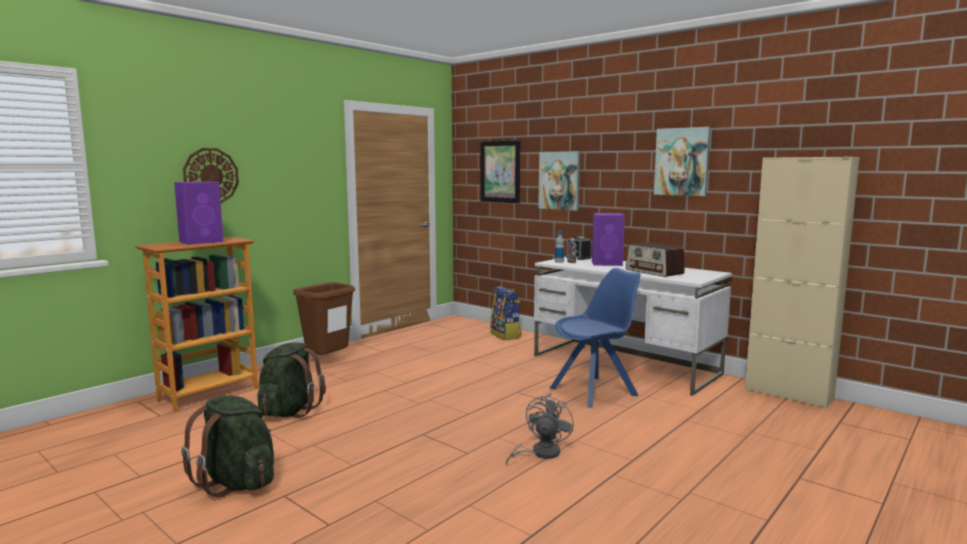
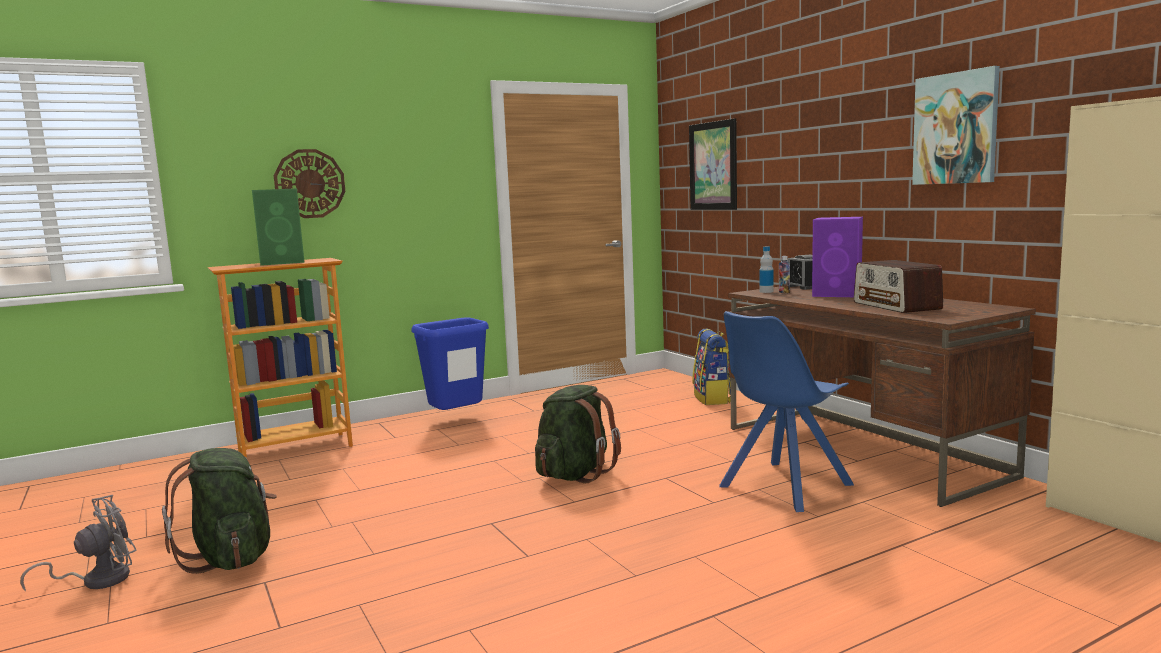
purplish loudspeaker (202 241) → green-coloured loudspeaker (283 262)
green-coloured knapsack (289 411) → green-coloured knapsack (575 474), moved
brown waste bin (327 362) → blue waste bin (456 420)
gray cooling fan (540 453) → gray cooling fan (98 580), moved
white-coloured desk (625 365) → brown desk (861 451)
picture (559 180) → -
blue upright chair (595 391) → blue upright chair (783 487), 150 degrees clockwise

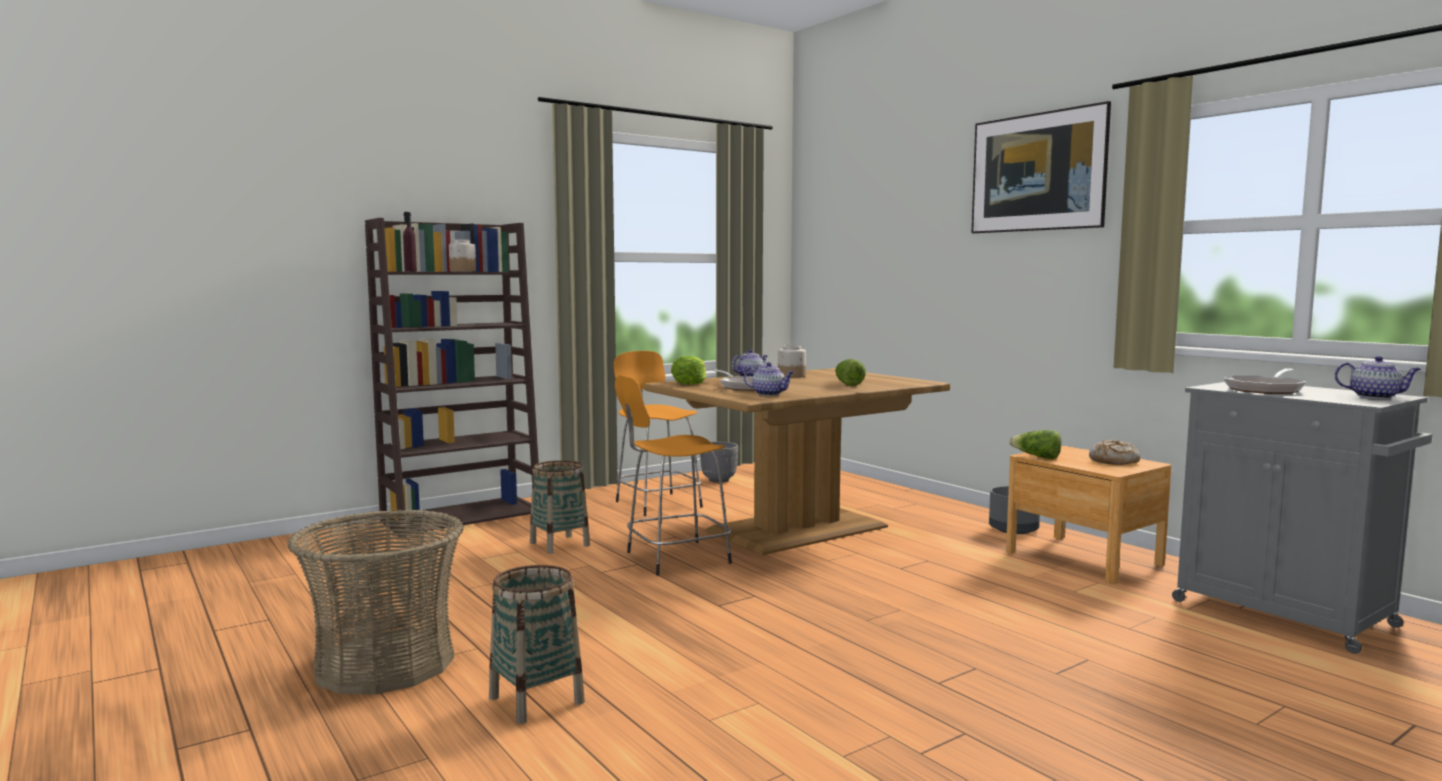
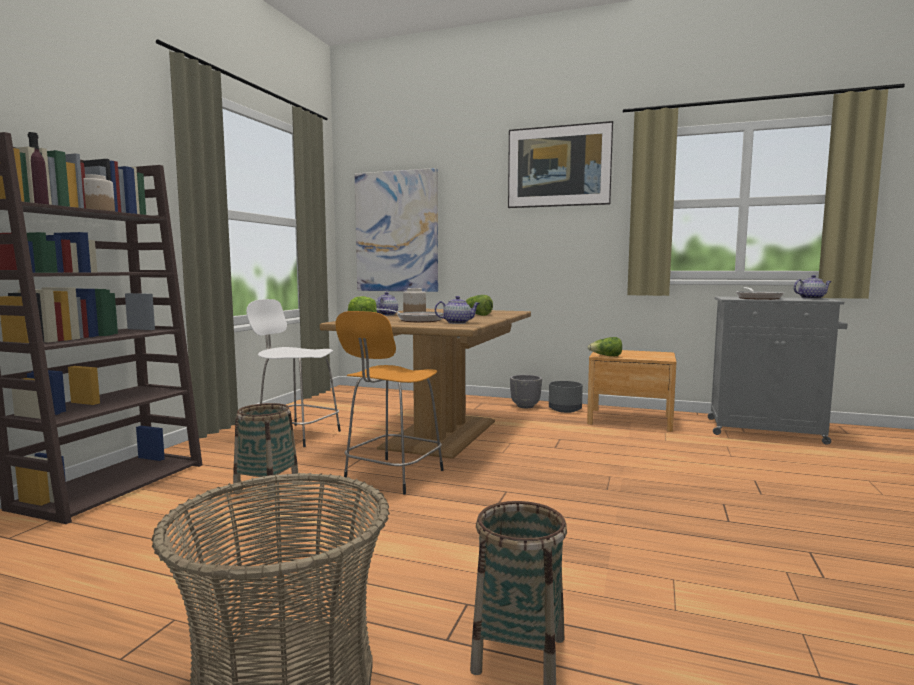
orange stool seat (657 503) → white-coloured stool seat (297 435)
gray flower pot (719 480) → gray flower pot (525 406), moved
bakery bread (1113 461) → -
- → picture (396 232)

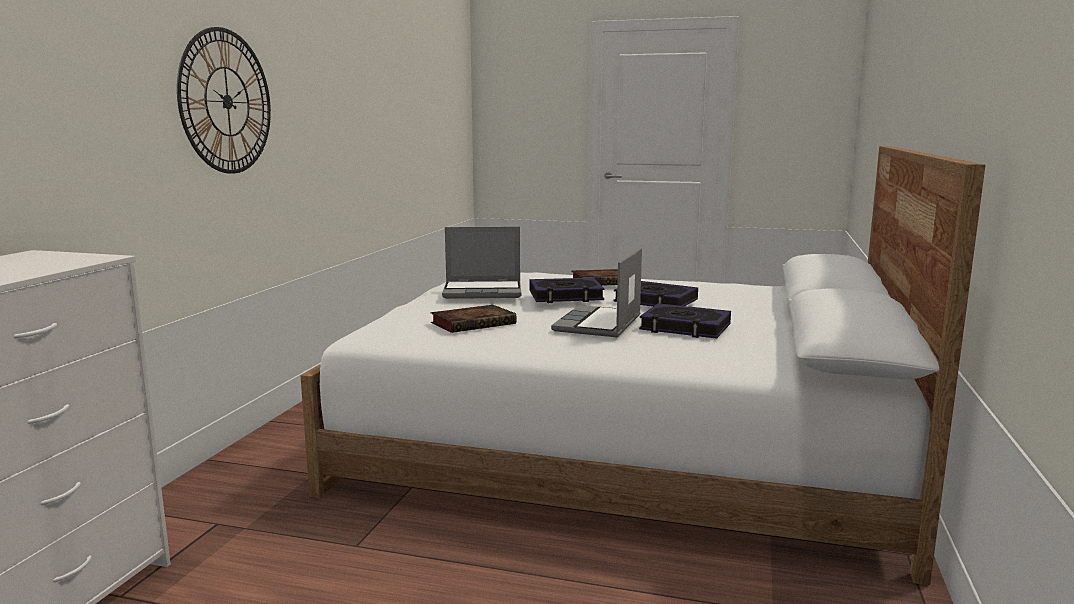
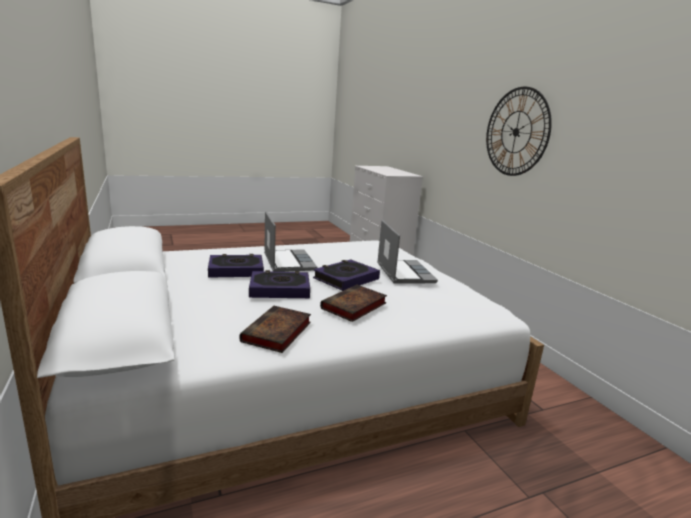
book (474 323) → book (276 333), moved
laptop (483 291) → laptop (403 273), 120 degrees clockwise

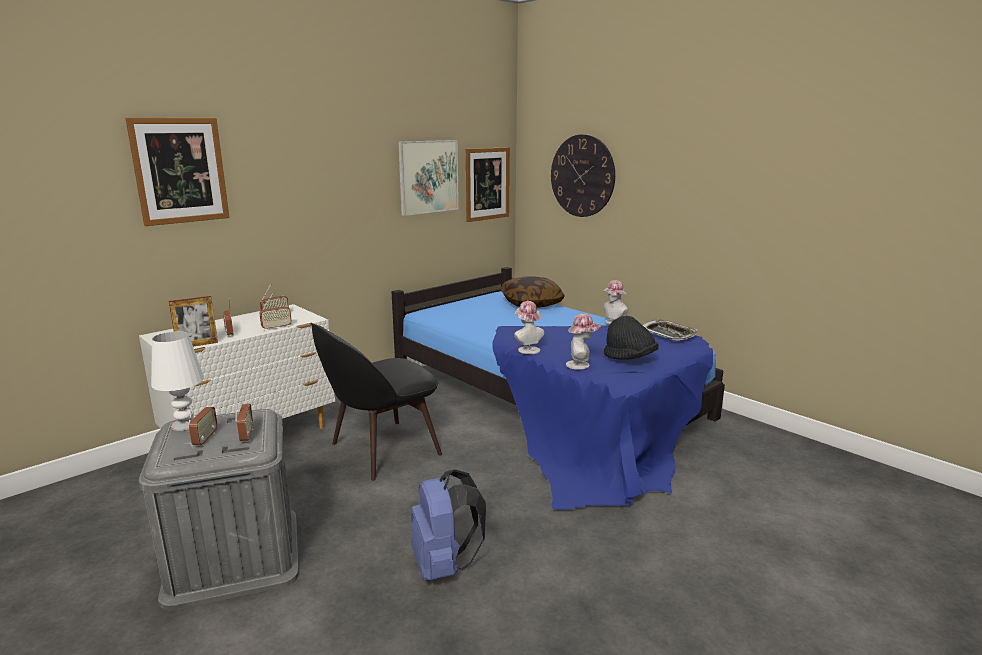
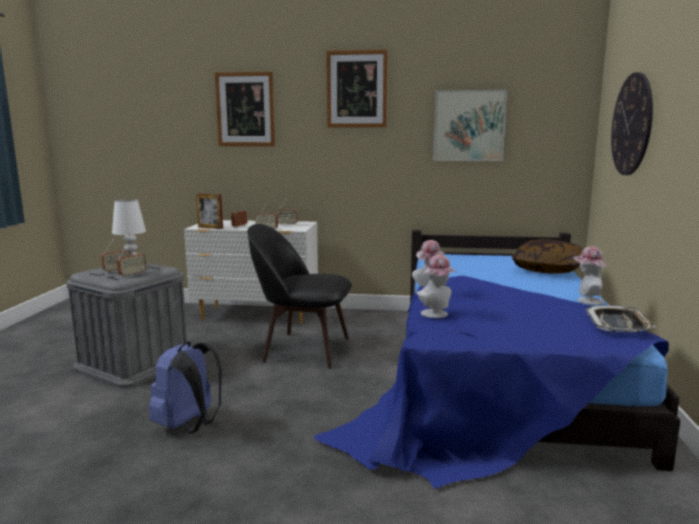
picture (487 184) → picture (356 89), moved
black clothing hat (630 359) → -

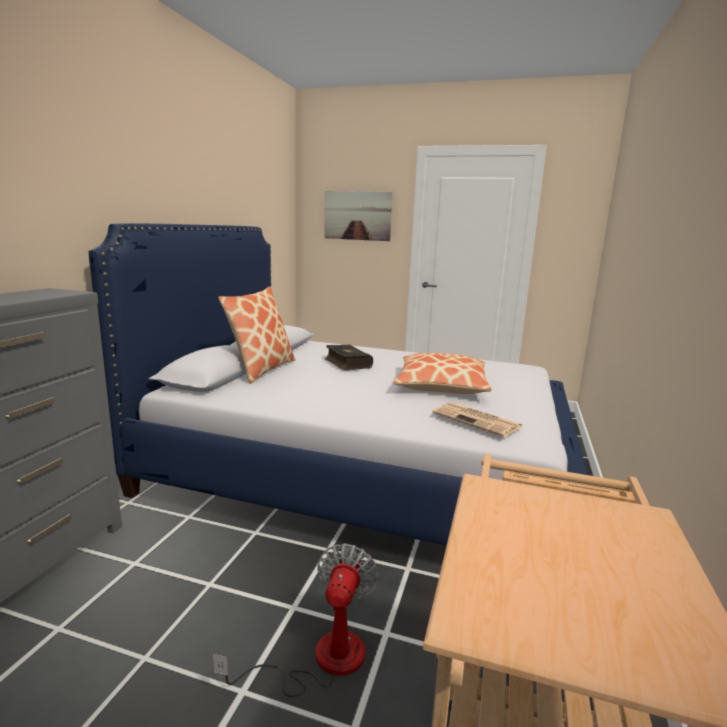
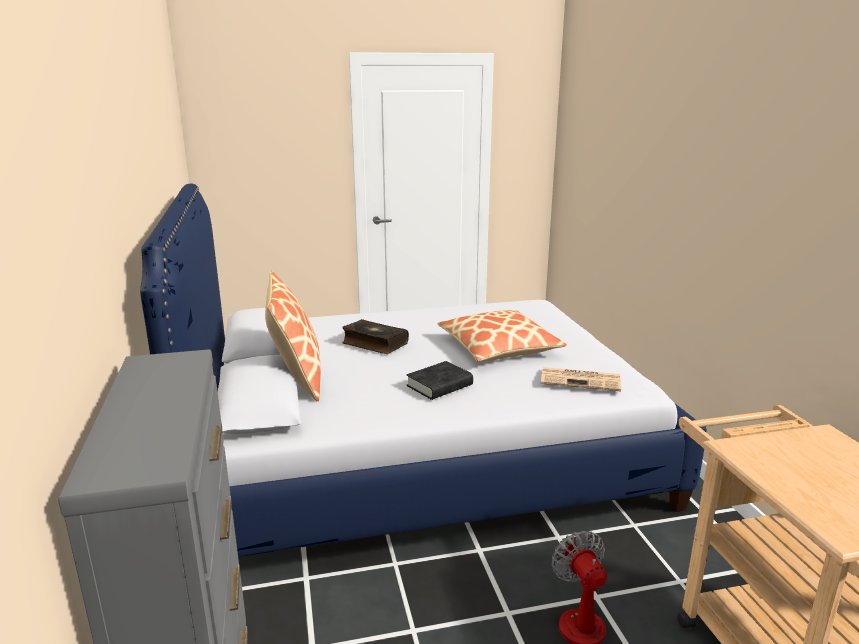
picture (357 215) → -
- → black book (439 385)

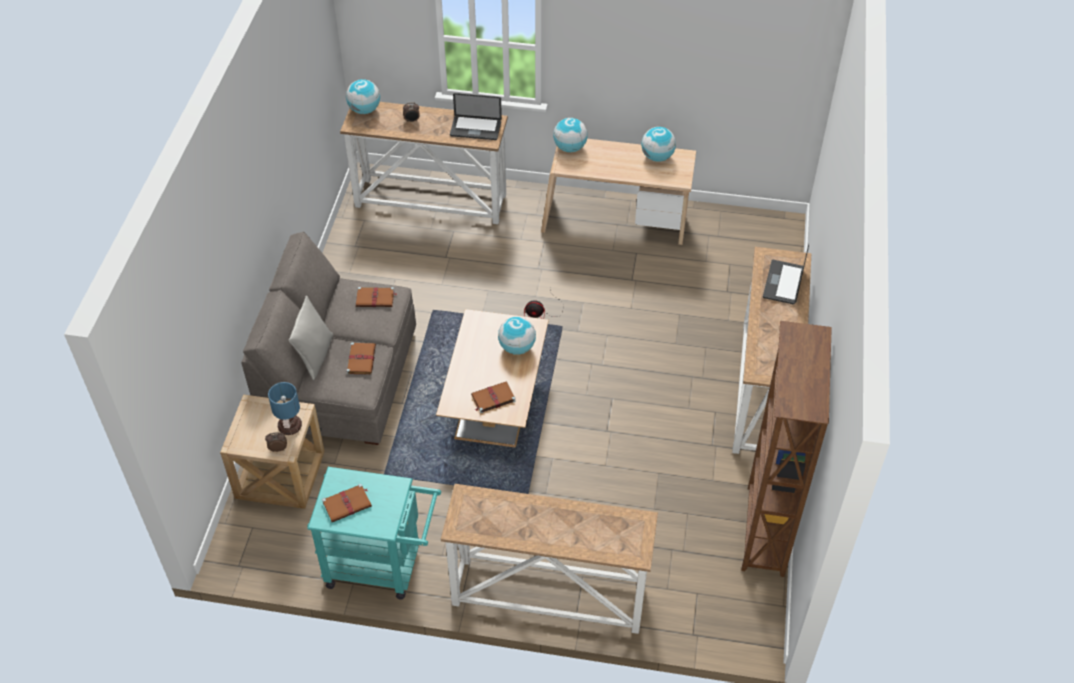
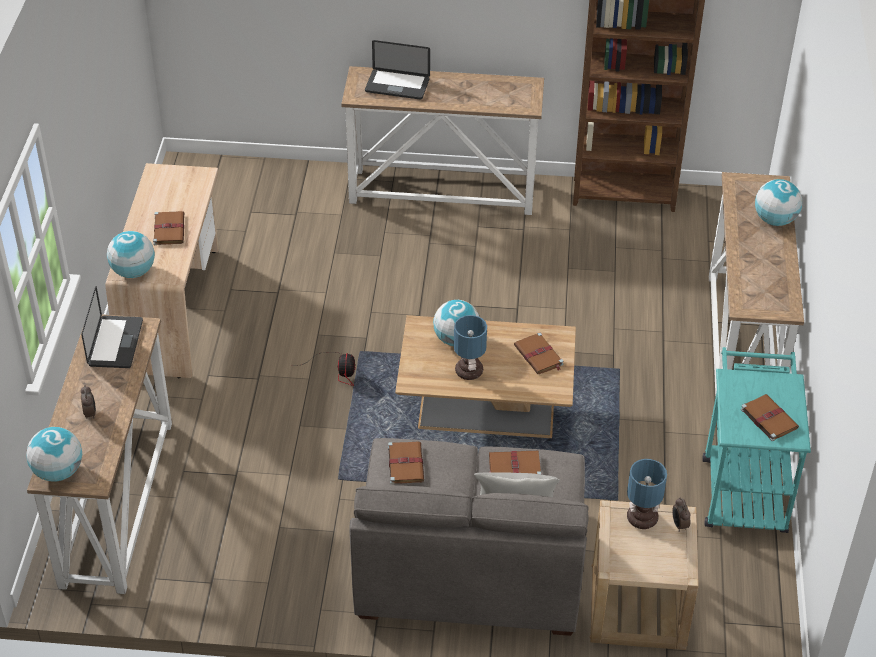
globe (657 157) → globe (774 220), moved
- → brown book (169 229)
- → tabletop lamp (470 372)

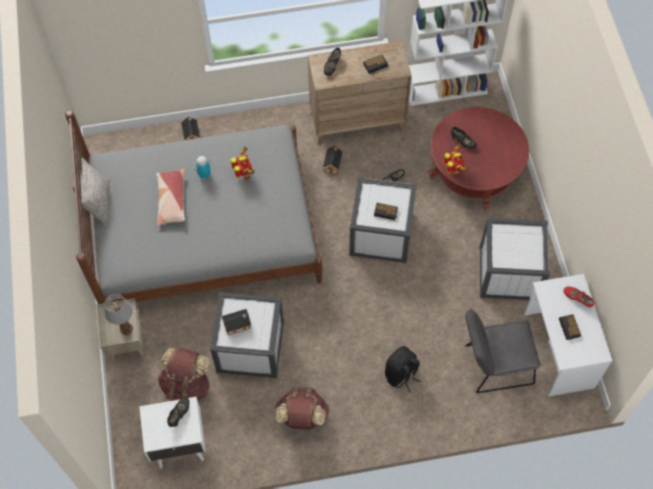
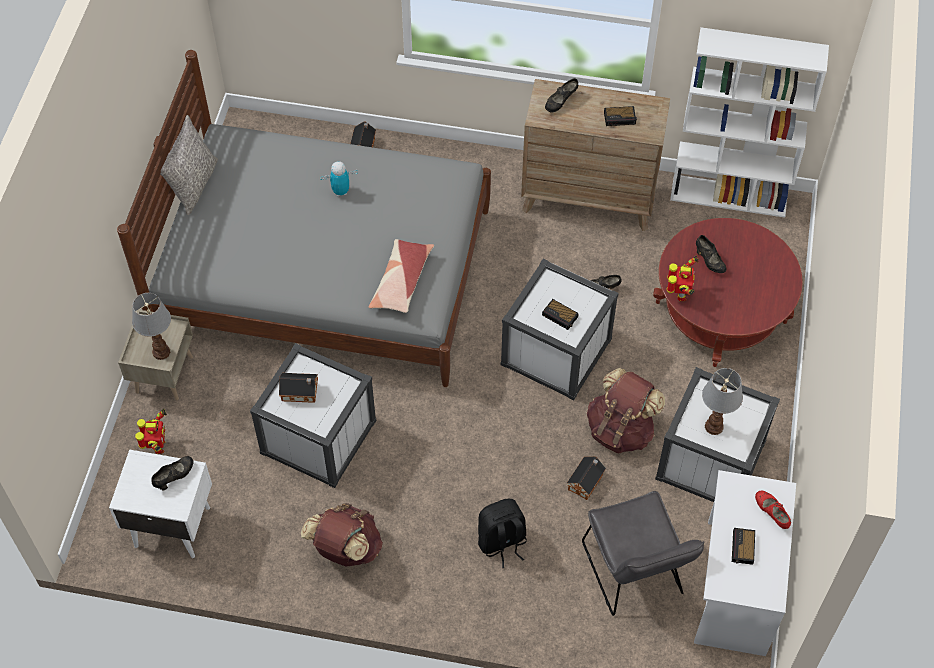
pillow (171 200) → pillow (401 282), moved
brown knapsack (187 385) → brown knapsack (621 429), moved
toy robot (245 175) → toy robot (158 447), moved
model house (333 163) → model house (586 481), moved
gray upright chair (493 365) → gray upright chair (634 574), 120 degrees counterclockwise
- → tabletop lamp (714 427)

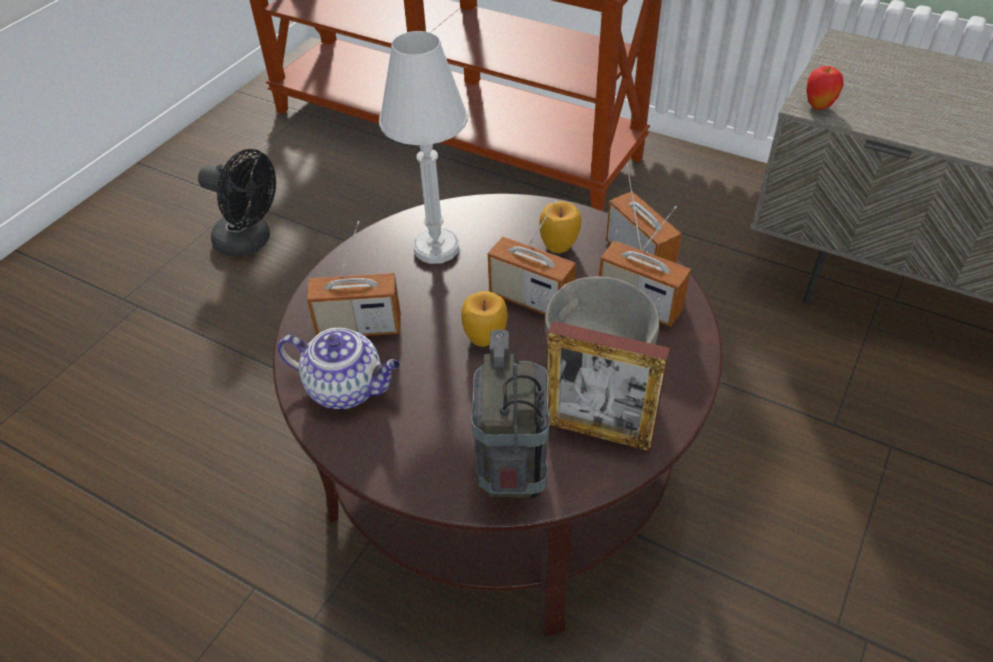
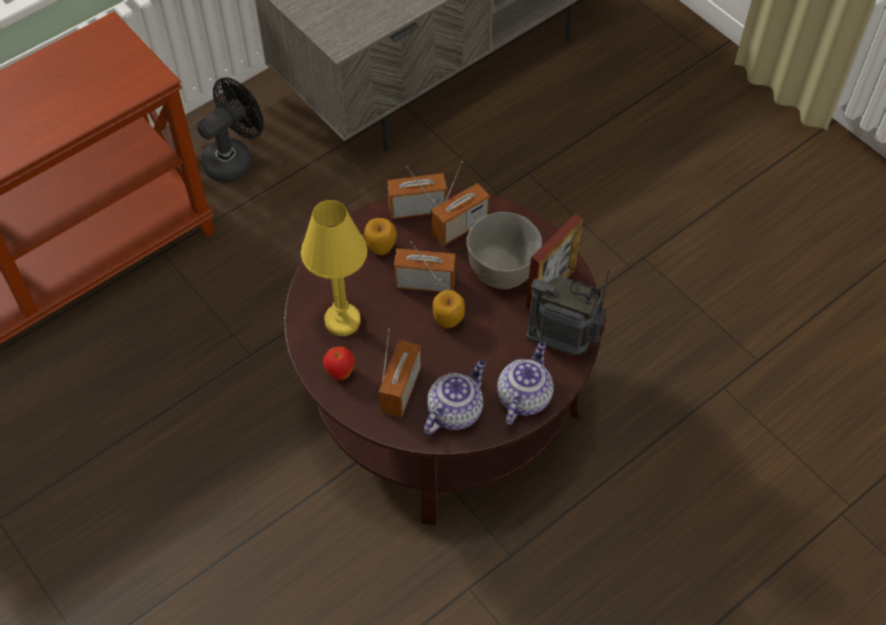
black cooling fan (251 242) → black cooling fan (235 159), moved
white-coloured tabletop lamp (436 248) → yellow-coloured tabletop lamp (342 321)
radio set (530 300) → radio set (425 283), 135 degrees counterclockwise
whole apple (818 106) → whole apple (340 373), moved
- → tea pot (524 396)

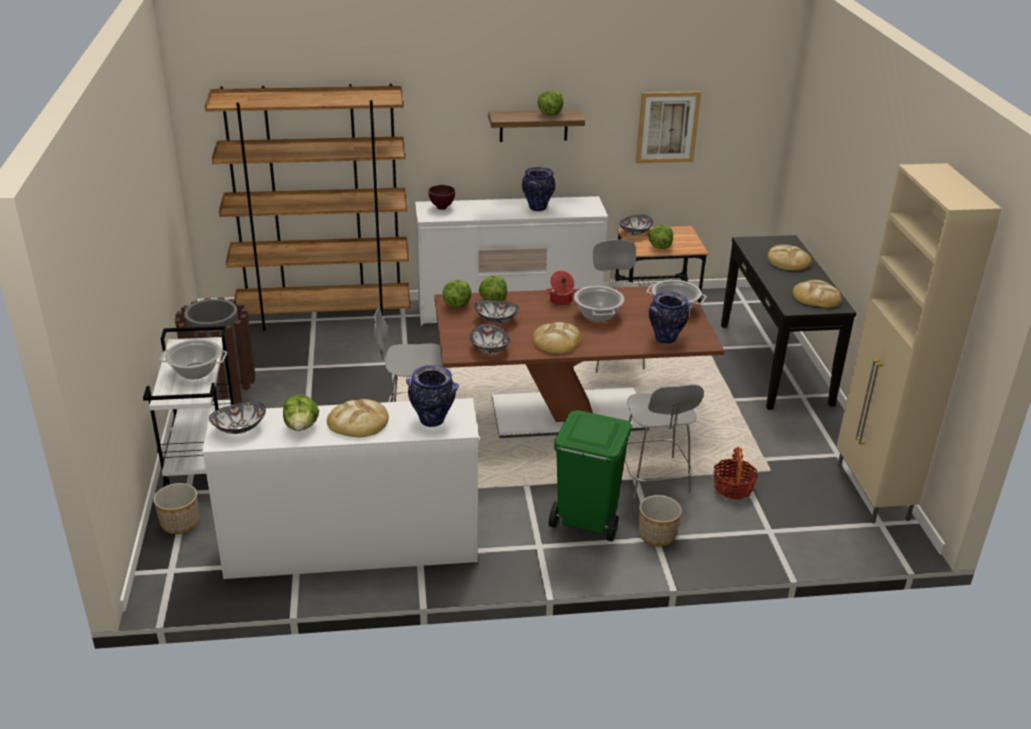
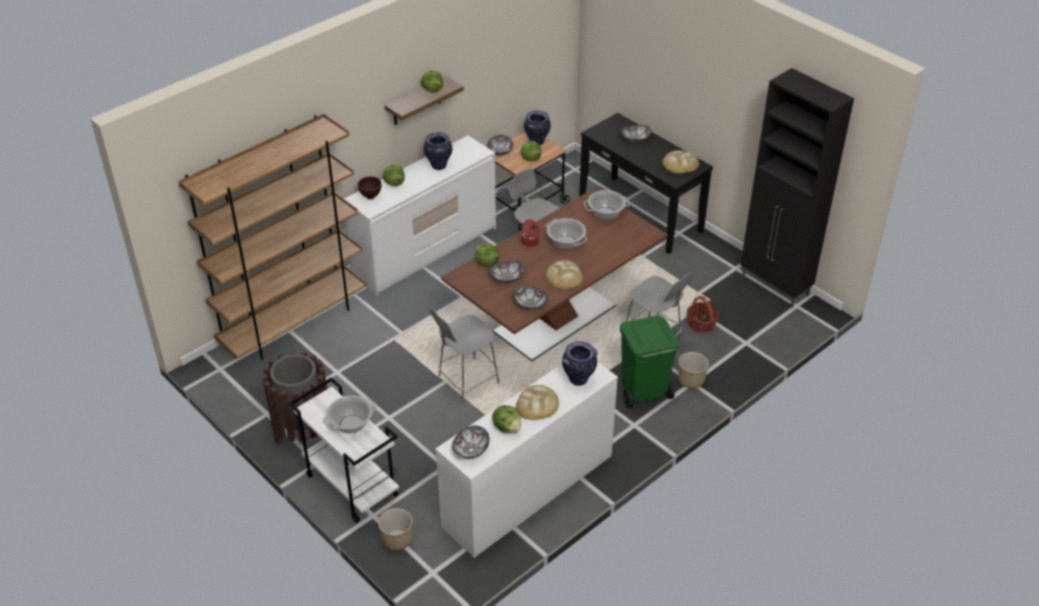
lettuce (457 305) → lettuce (394 183), moved
picture (667 127) → -
vase (666 339) → vase (537 142), moved
bakery bread (788 261) → bowl (635 139)
beige storage cabinet (871 493) → black storage cabinet (775 287)

